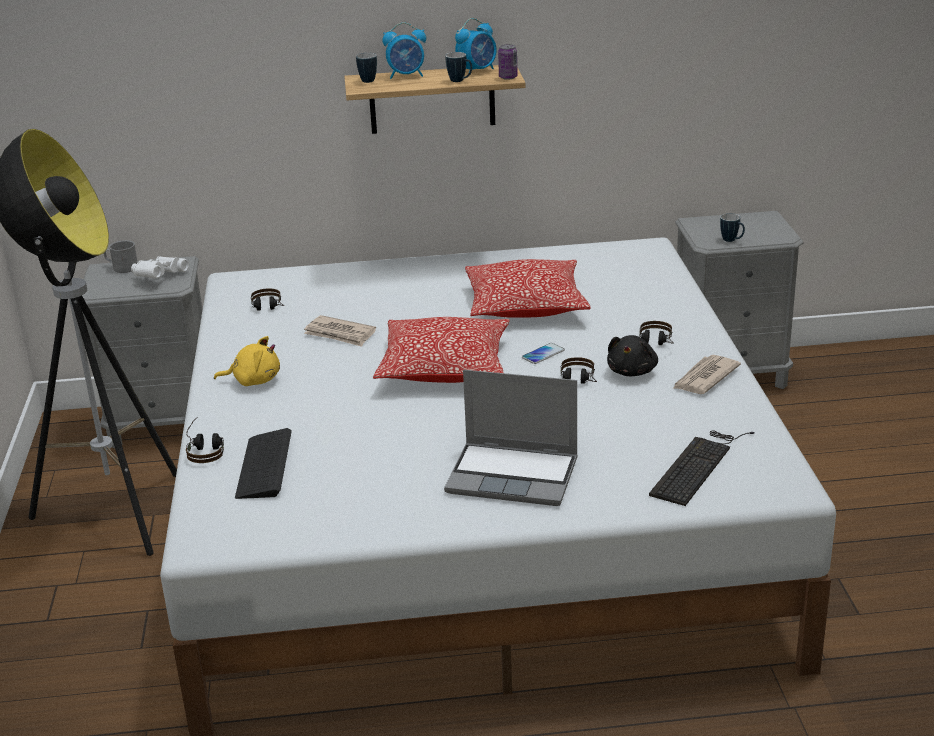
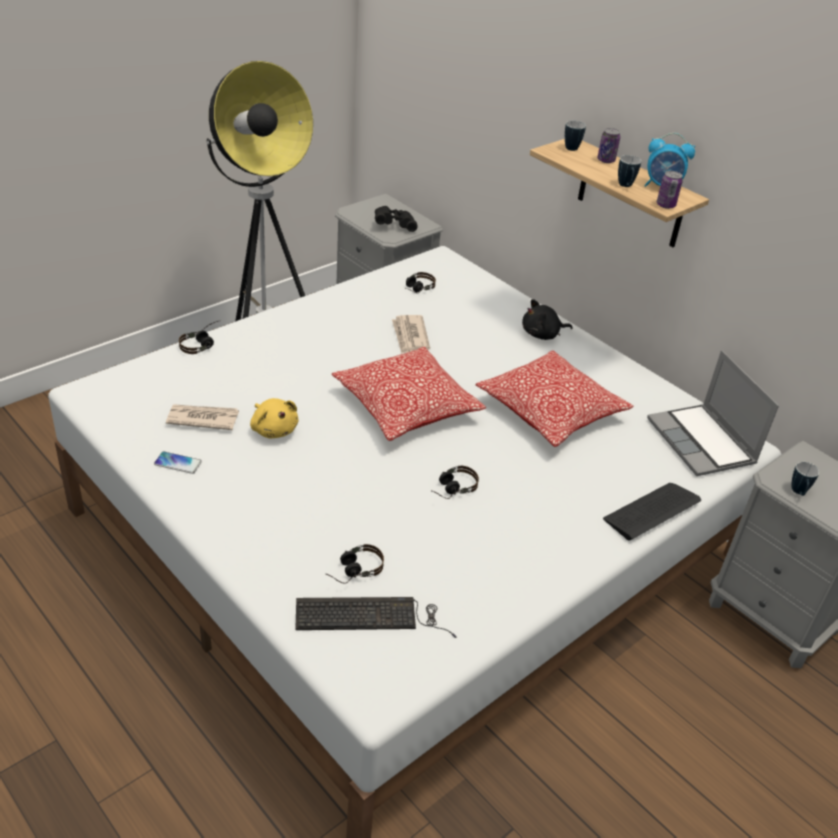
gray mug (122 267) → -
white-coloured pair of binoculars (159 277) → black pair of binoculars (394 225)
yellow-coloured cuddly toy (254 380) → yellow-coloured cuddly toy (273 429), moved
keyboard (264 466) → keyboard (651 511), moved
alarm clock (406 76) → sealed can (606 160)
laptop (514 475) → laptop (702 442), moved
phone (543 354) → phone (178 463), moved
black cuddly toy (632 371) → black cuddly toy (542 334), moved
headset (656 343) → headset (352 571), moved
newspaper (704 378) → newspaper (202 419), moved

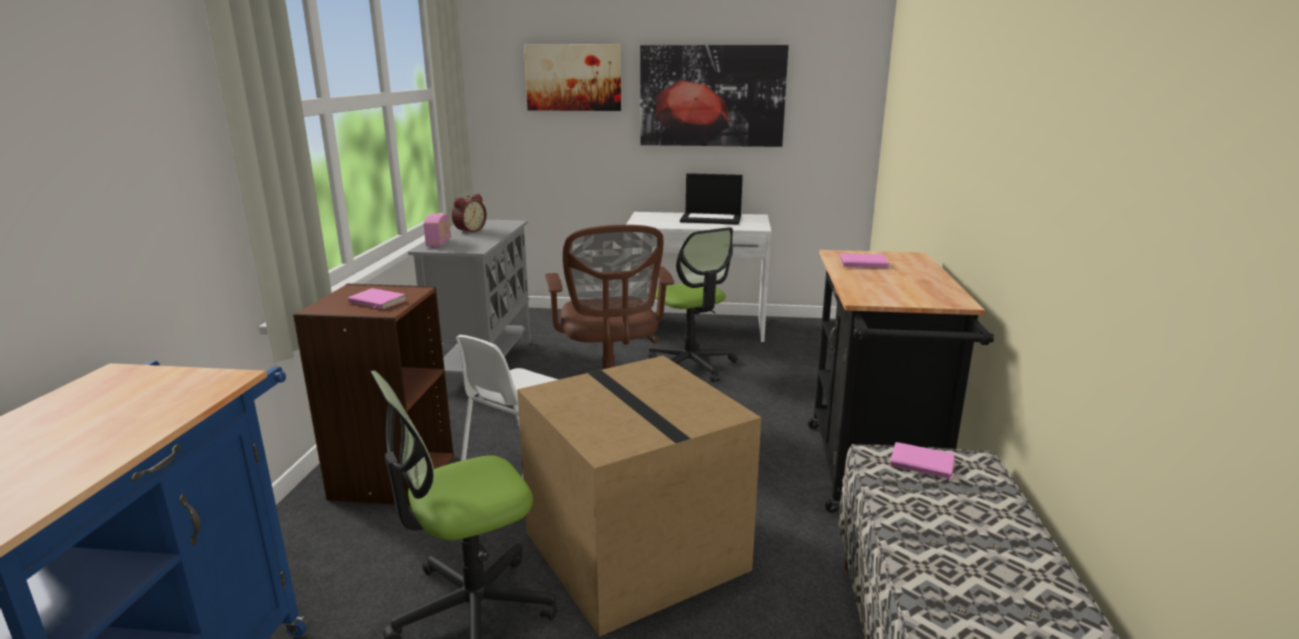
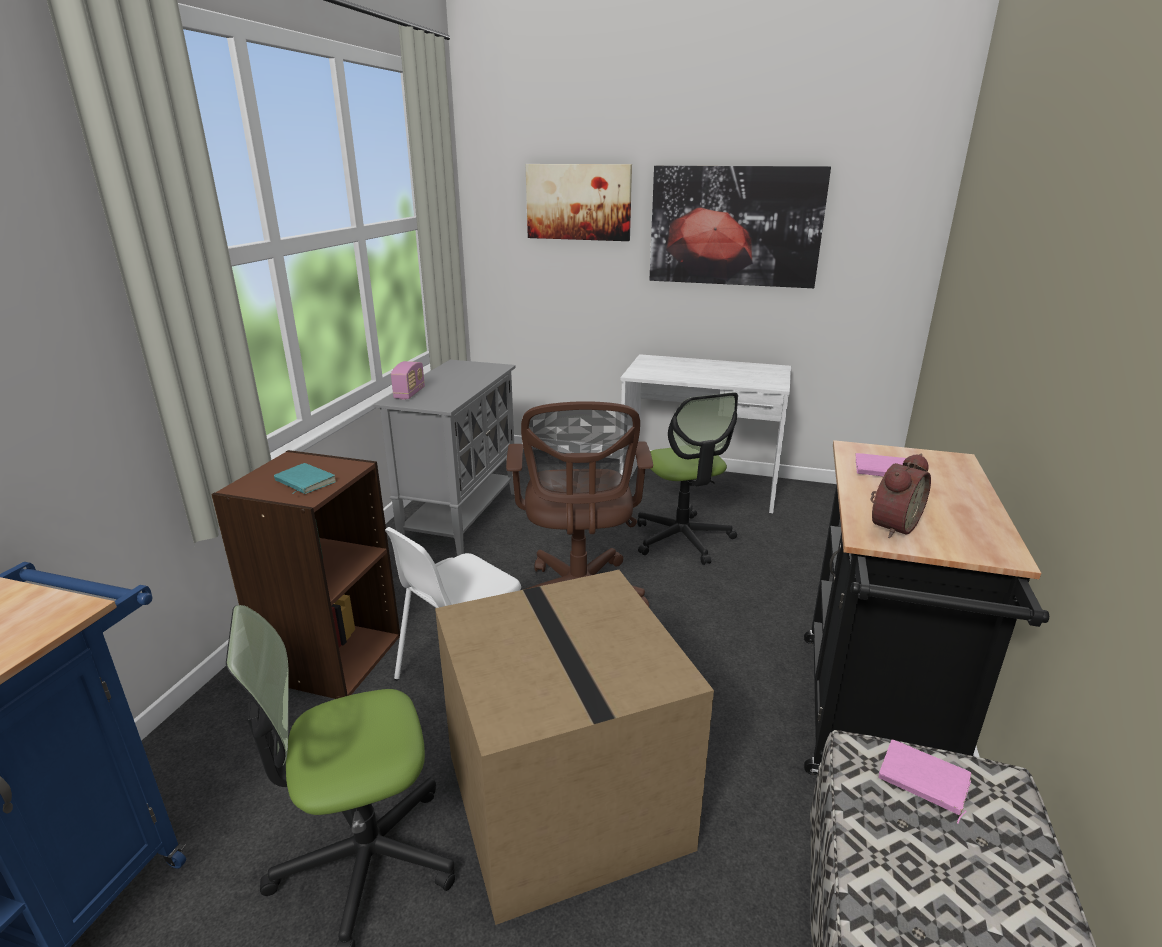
pinkish book (376 302) → turquoise-coloured book (303 482)
alarm clock (469 230) → alarm clock (890 525), moved
laptop (712 219) → -

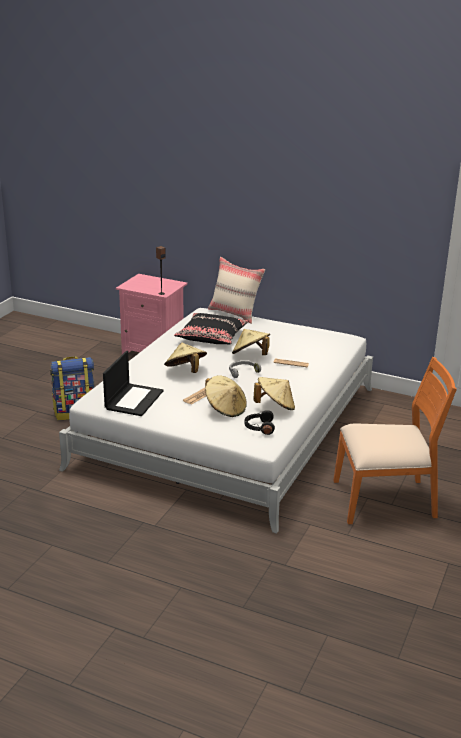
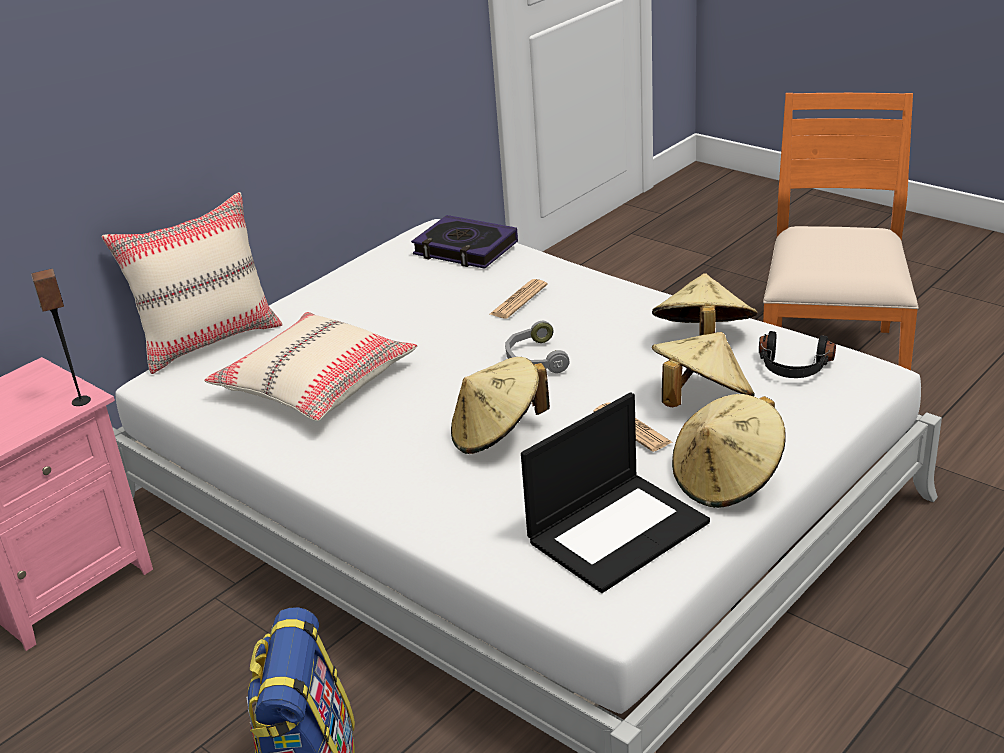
laptop (134 399) → laptop (618 530), 105 degrees clockwise
black pillow (212 336) → beige pillow (316 383)
beige clothing hat (250 355) → beige clothing hat (727 480), moved
- → book (465 249)

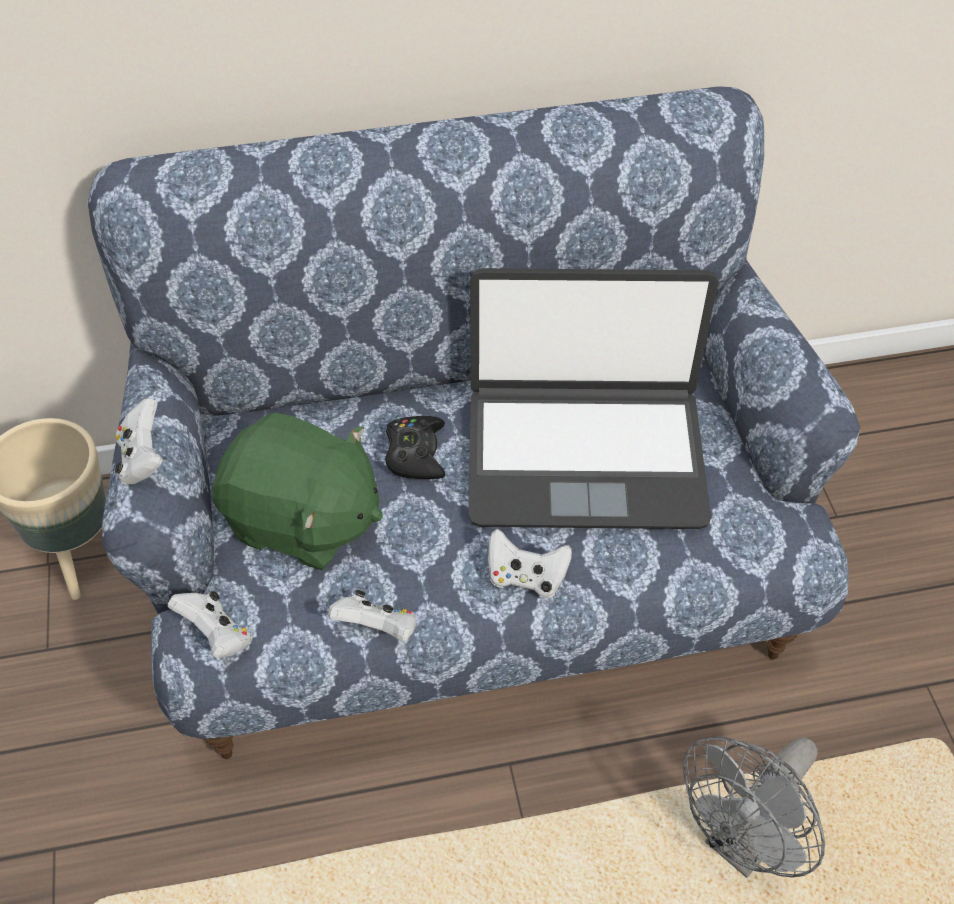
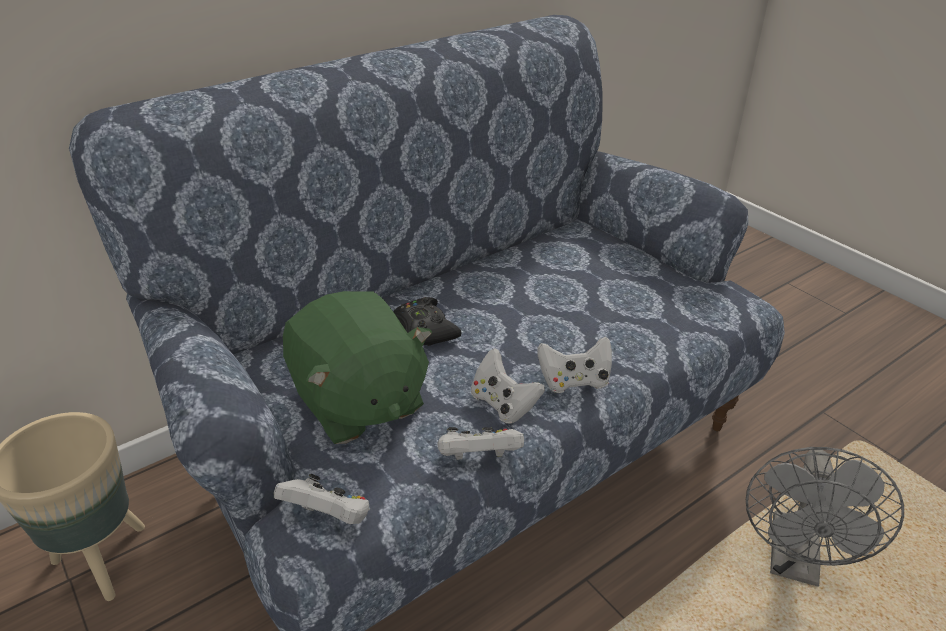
white-coloured gamepad (143 460) → white-coloured gamepad (503 404), moved
green-coloured cuddly toy (303 521) → green-coloured cuddly toy (358 402), 60 degrees clockwise
laptop (585 456) → -

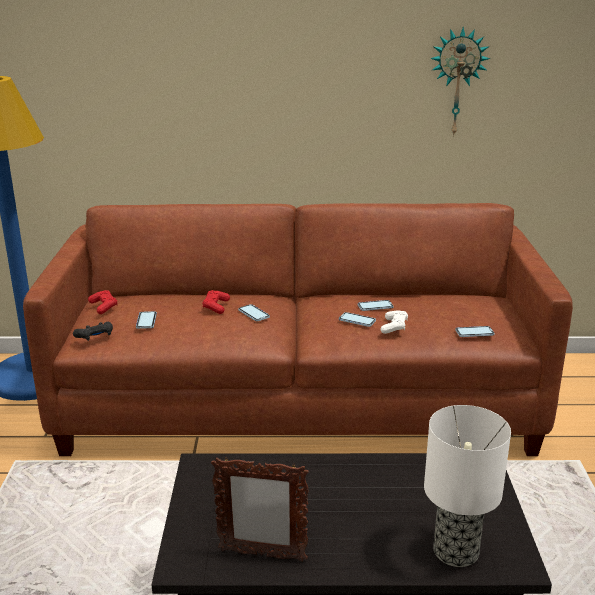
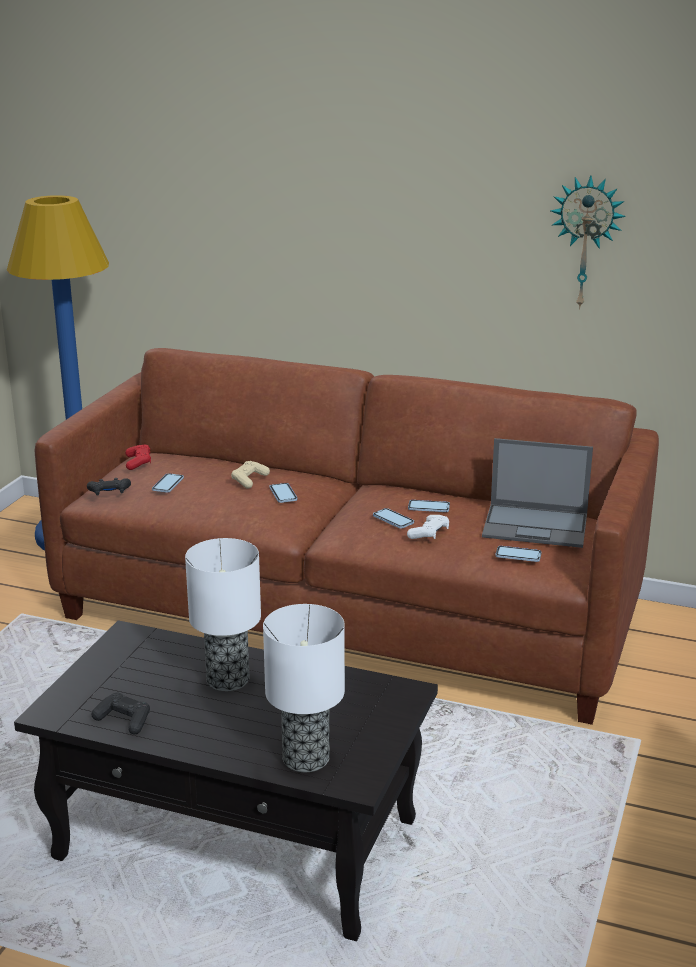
red gamepad (216 306) → beige gamepad (249 480)
photo frame (261 555) → black gamepad (124 720)
- → tabletop lamp (227 680)
- → laptop (536 526)

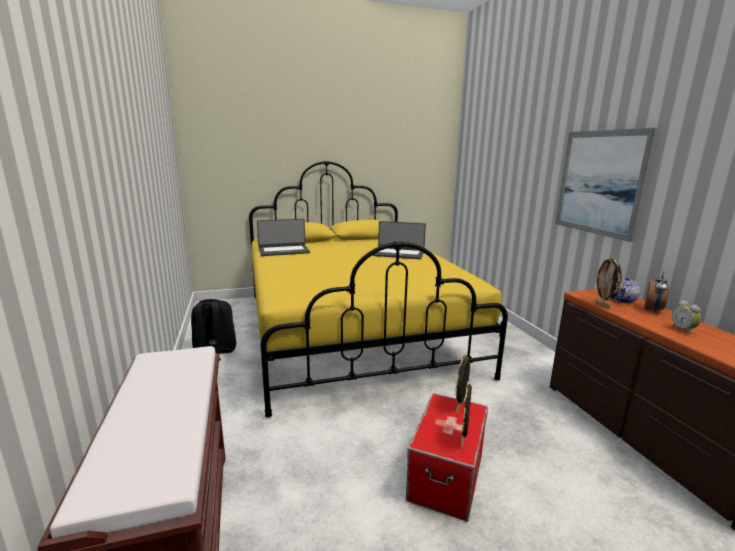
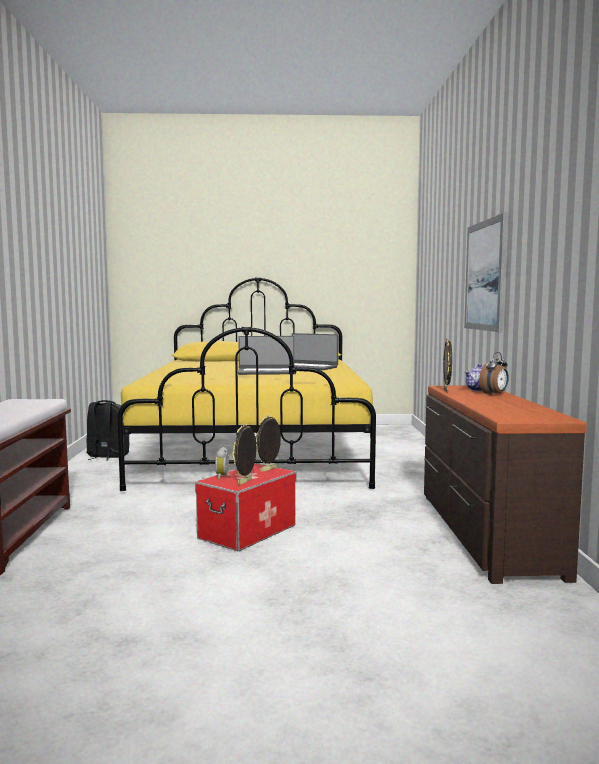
laptop (284 251) → laptop (266 372), moved
alarm clock (683 330) → alarm clock (223 477), moved

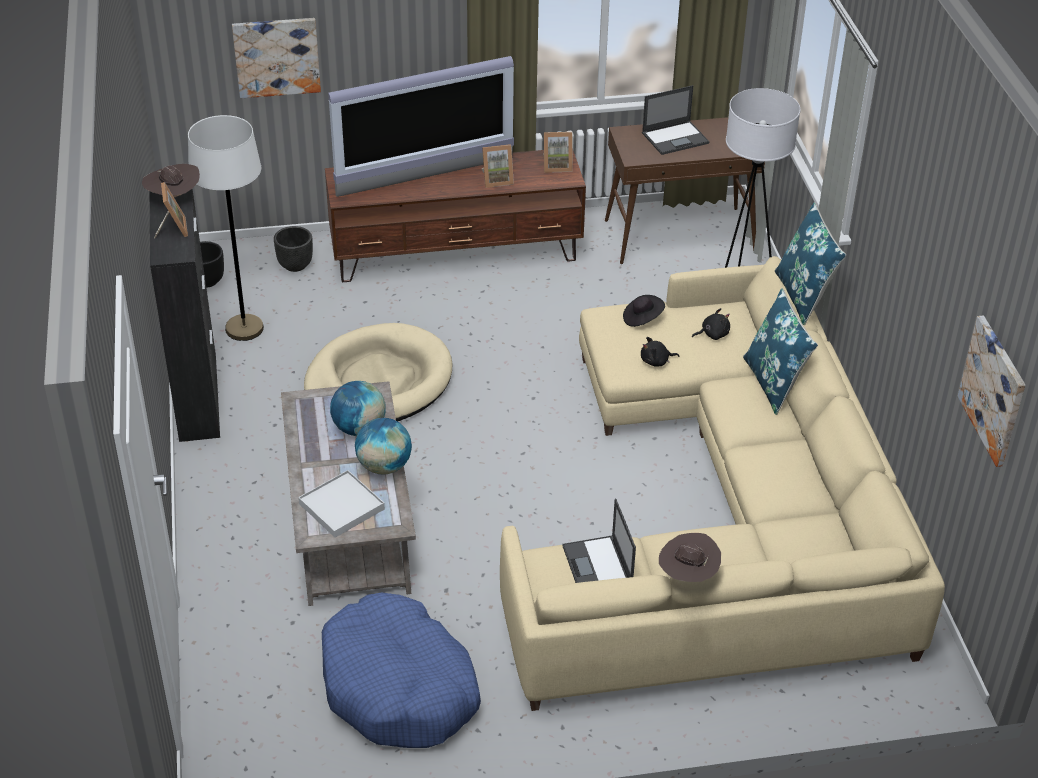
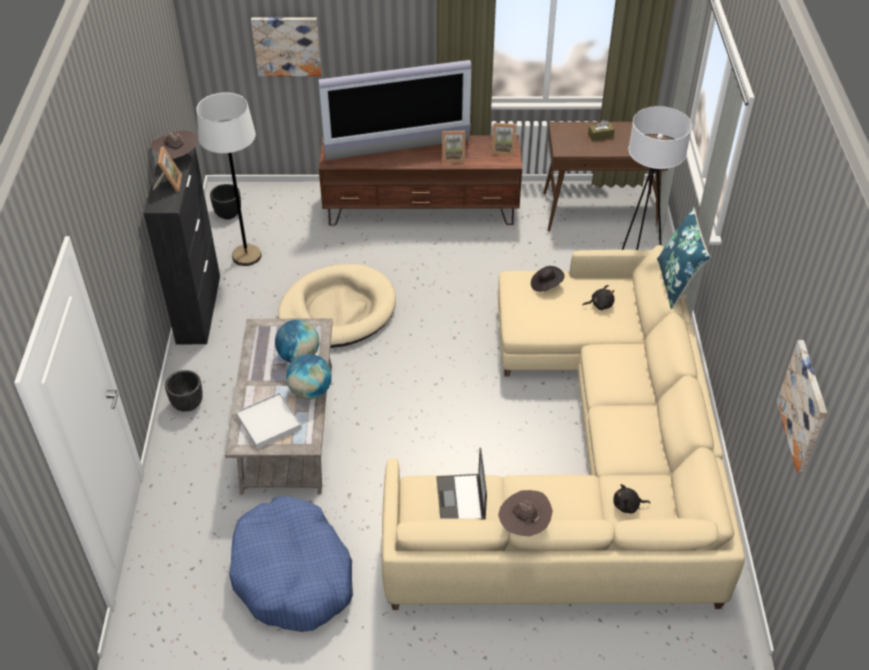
black flower pot (295 265) → black flower pot (187 404), moved
black cuddly toy (656 361) → black cuddly toy (627 505), moved
laptop (675 138) → brown box of tissues (600 135)
blue pillow (774 383) → -

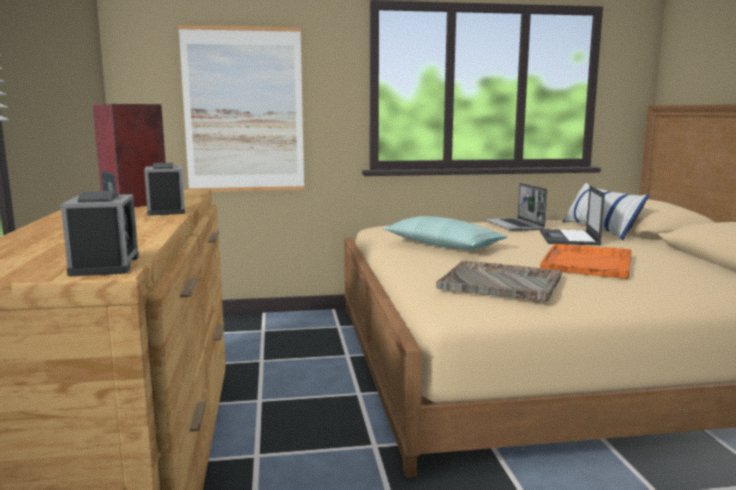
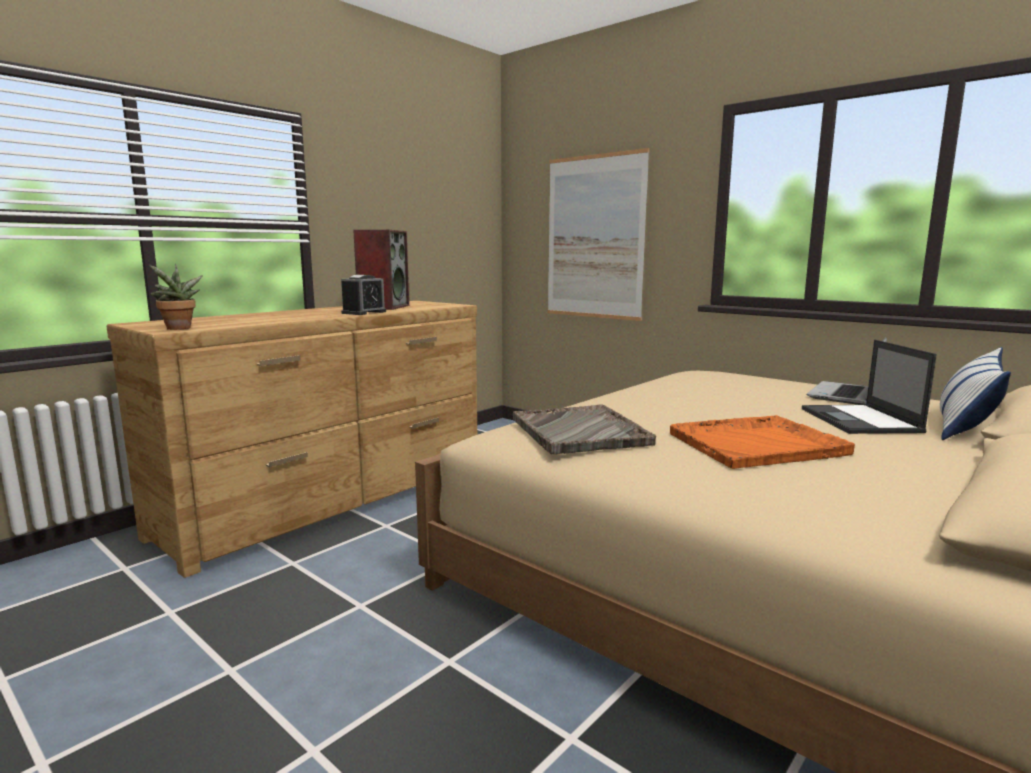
alarm clock (105 265) → potted plant (179 328)
pillow (442 246) → -
laptop (569 238) → laptop (860 420), 60 degrees counterclockwise

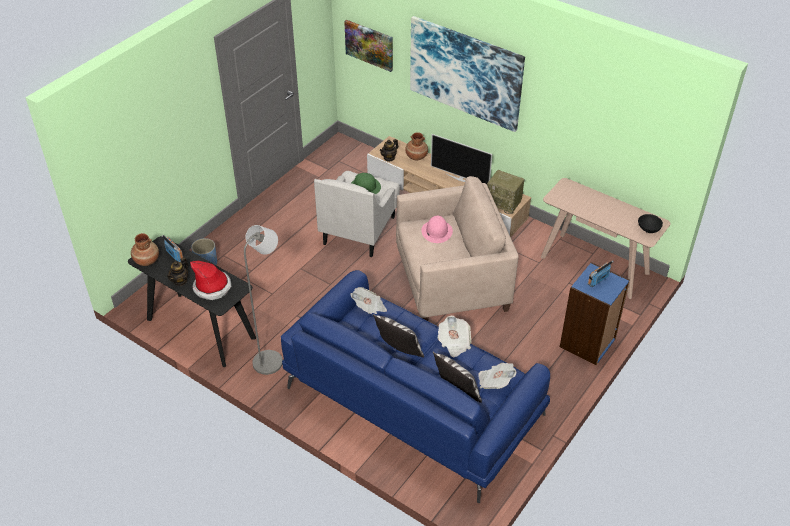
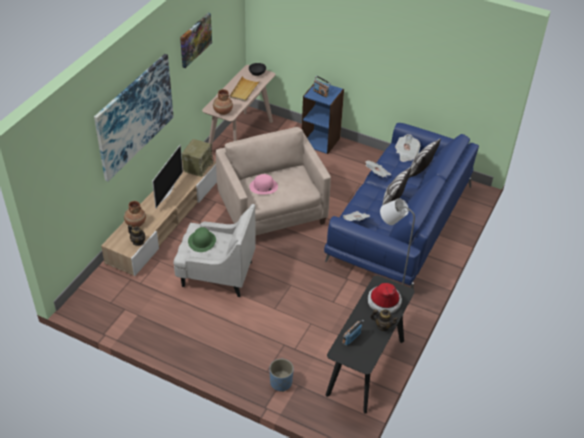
brown vase (146 260) → brown vase (222 111), moved
picture (369 45) → picture (195 39), moved
- → beige serving tray (244 90)

